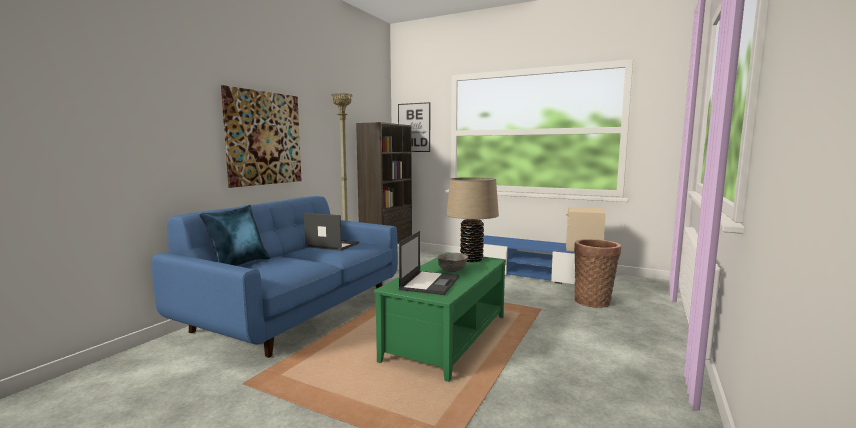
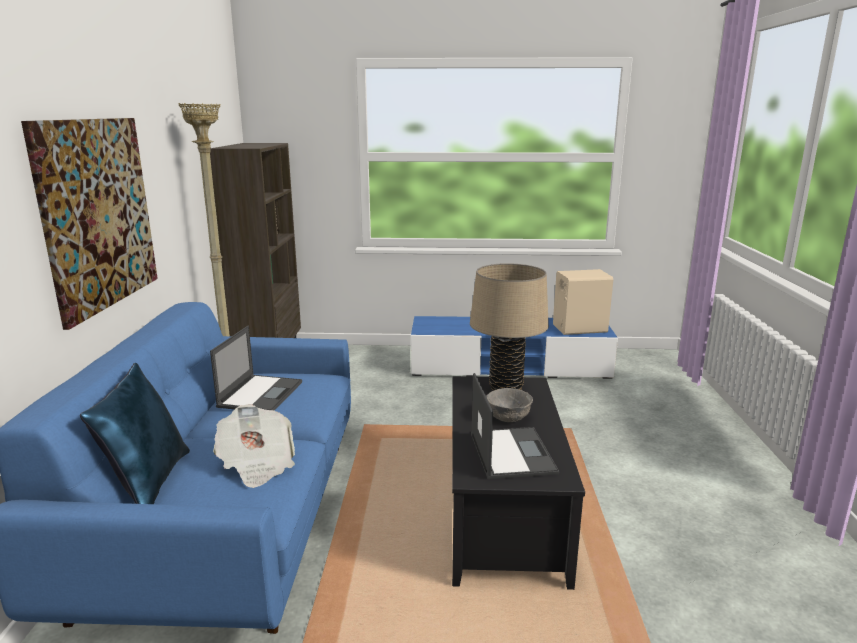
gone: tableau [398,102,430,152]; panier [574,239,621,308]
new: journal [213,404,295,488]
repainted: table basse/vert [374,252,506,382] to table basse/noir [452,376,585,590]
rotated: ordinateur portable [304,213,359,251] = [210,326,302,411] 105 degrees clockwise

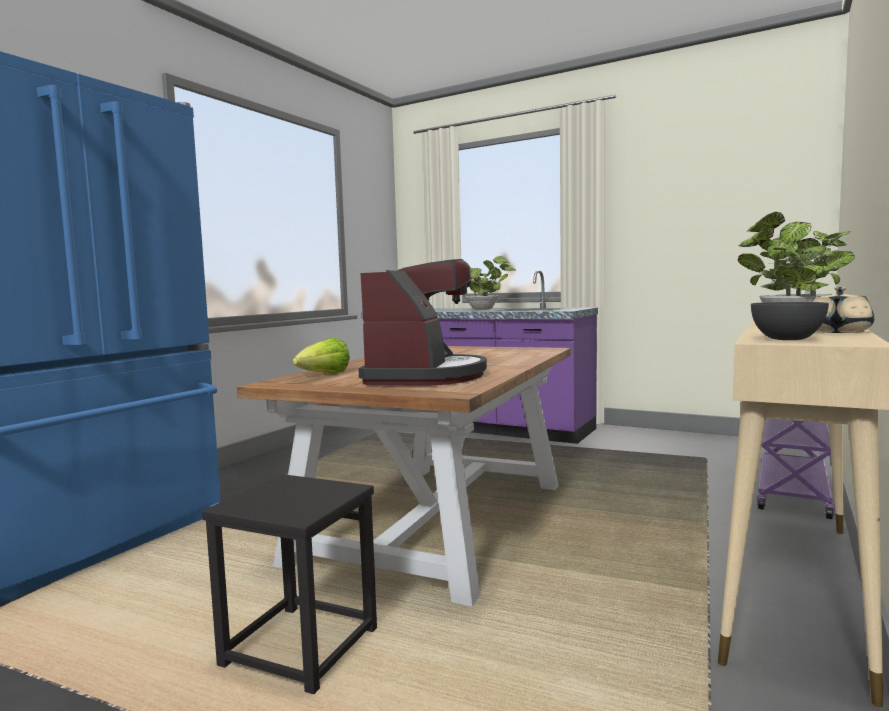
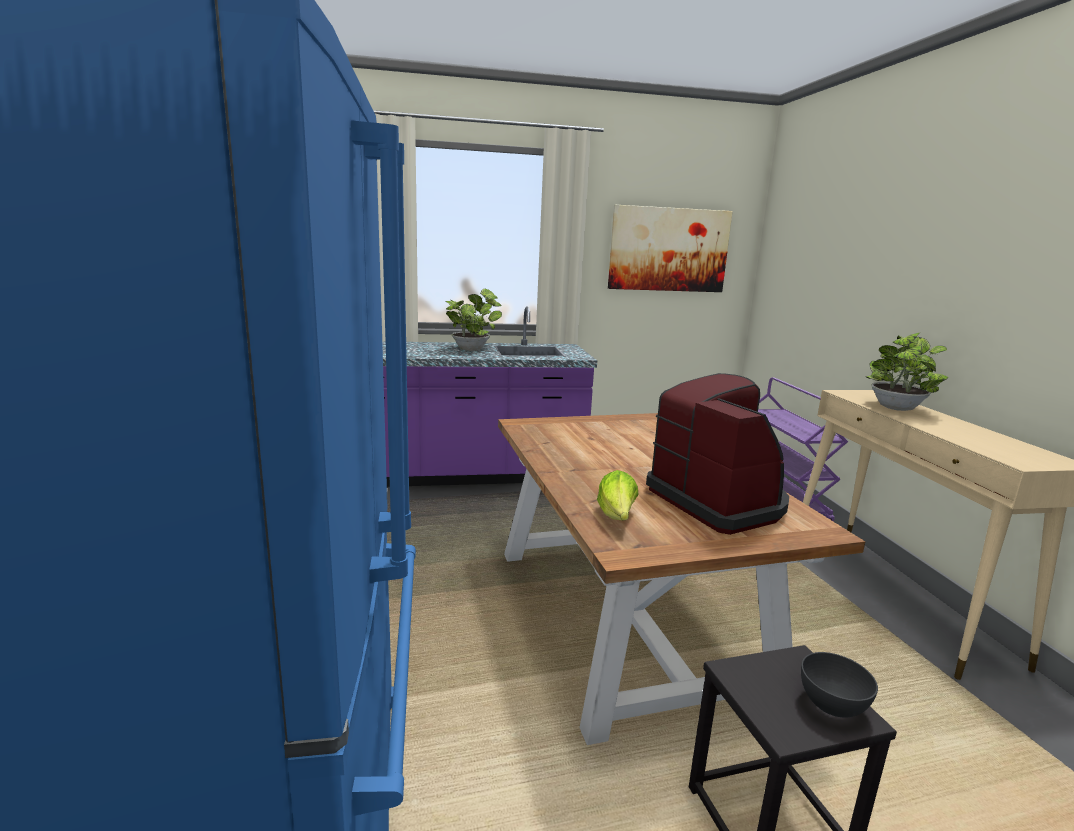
gone: théière/beige [813,287,874,333]
new: tableau [608,205,733,292]
shifted: bol/gris [751,302,829,340] to [801,652,878,718]

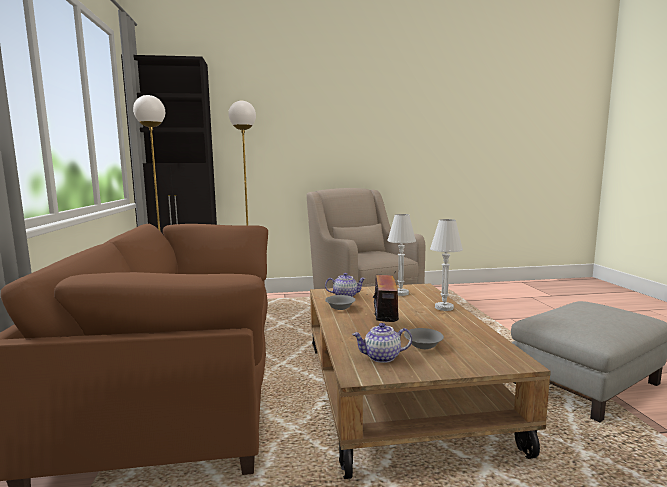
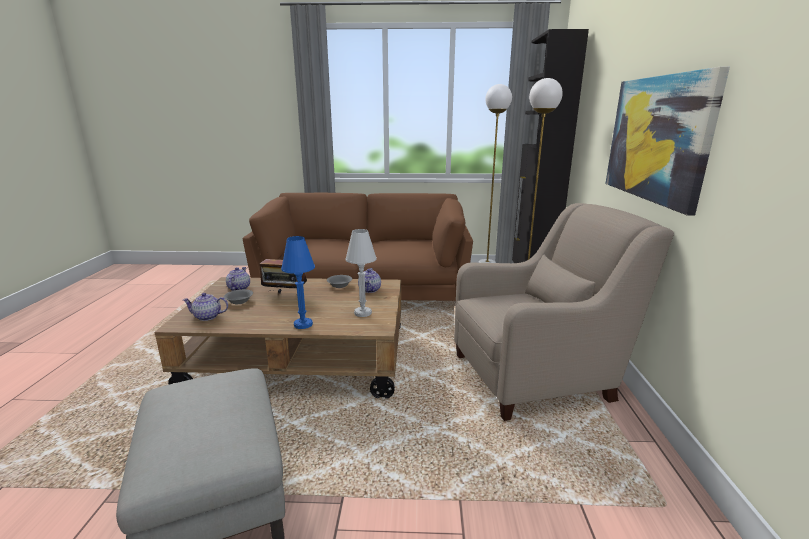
new: théière [183,293,228,321]; tableau [605,67,730,215]
repainted: lampe de table/blanc [430,219,463,311] to lampe de table/bleu [281,236,315,329]

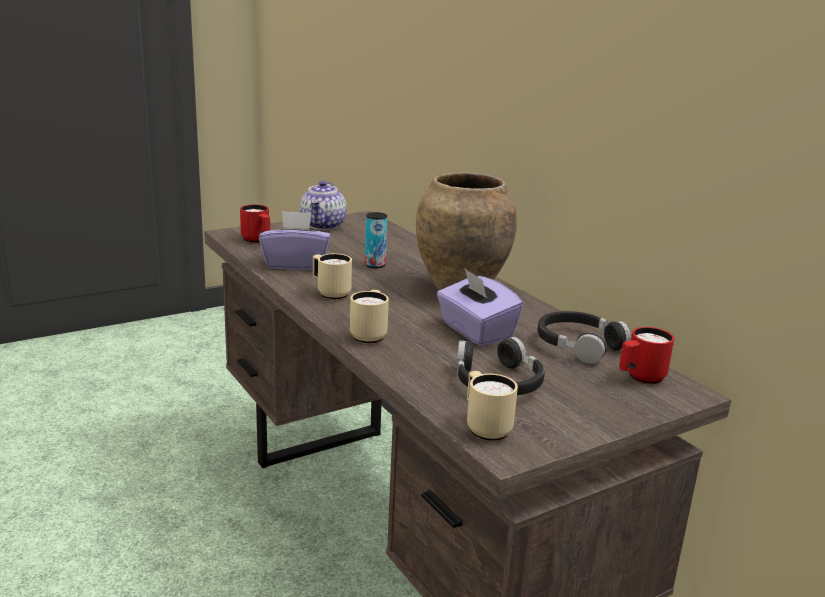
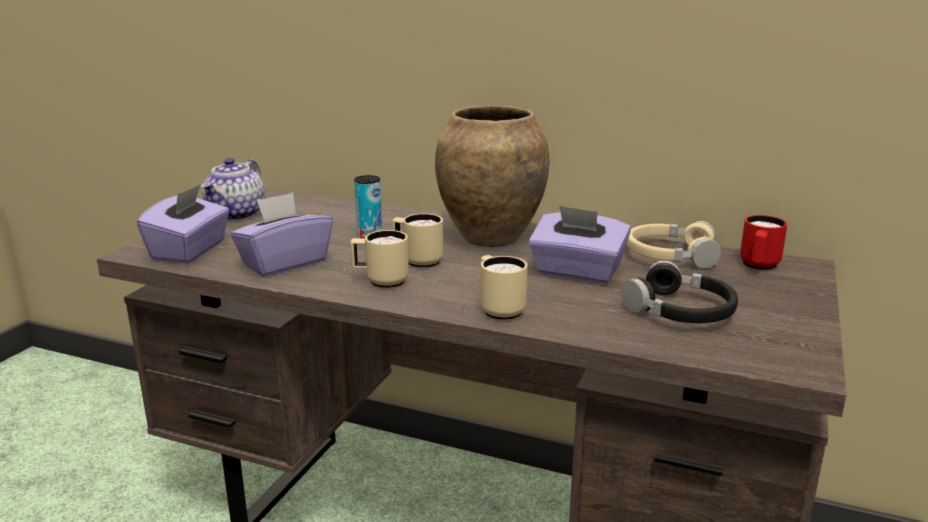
shifted: mug/beige [467,371,518,441] to [392,213,443,268]
swapped: mug/rouge [240,204,270,243] to boîte à mouchoirs/violet [137,184,229,263]
repainted: casque audio/noir [538,311,631,364] to casque audio/beige [627,221,721,269]
rotated: théière [300,181,347,230] = [201,158,265,221] 45 degrees clockwise

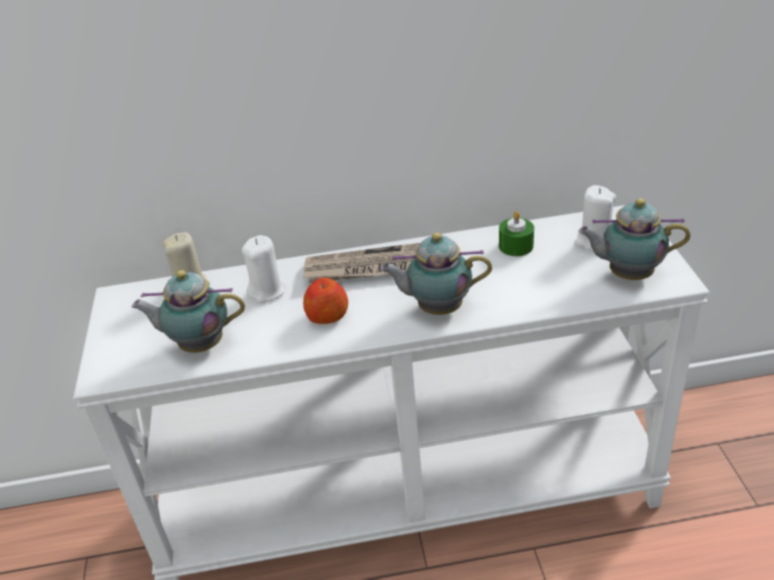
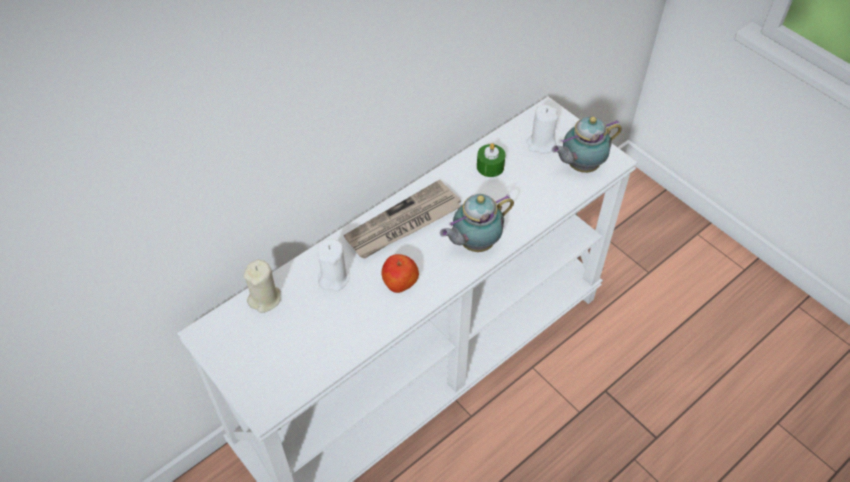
gone: théière [132,270,245,353]

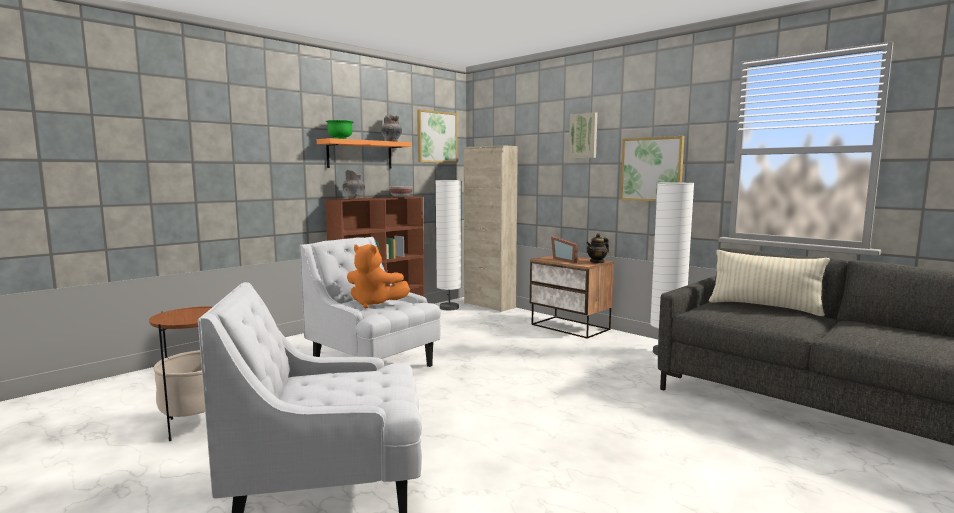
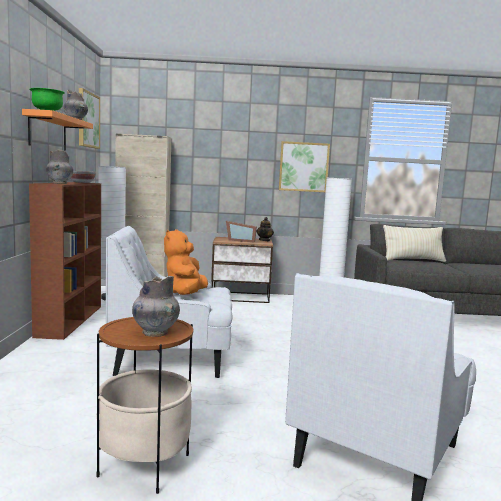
gone: tableau [569,112,597,158]
new: vase/gris [132,276,180,337]
rotated: peluche/orange [347,244,410,309] = [164,229,208,295] 120 degrees clockwise

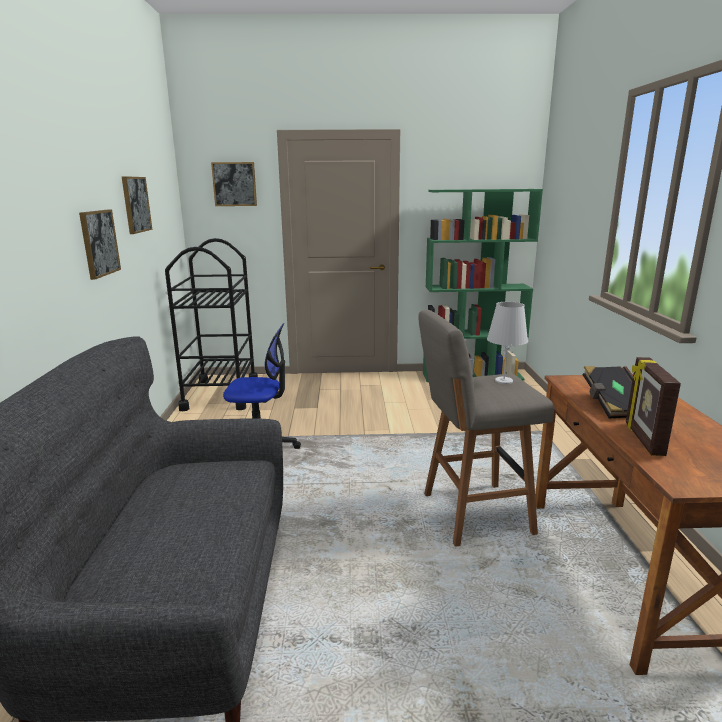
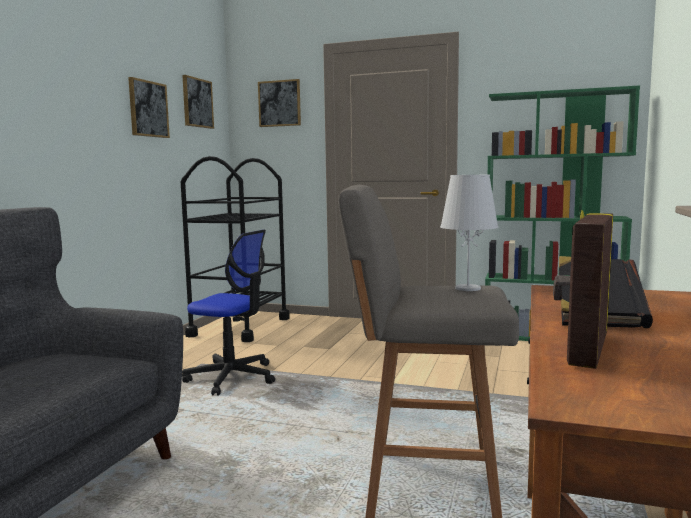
shifted: tableau [79,209,121,280] to [182,75,214,129]

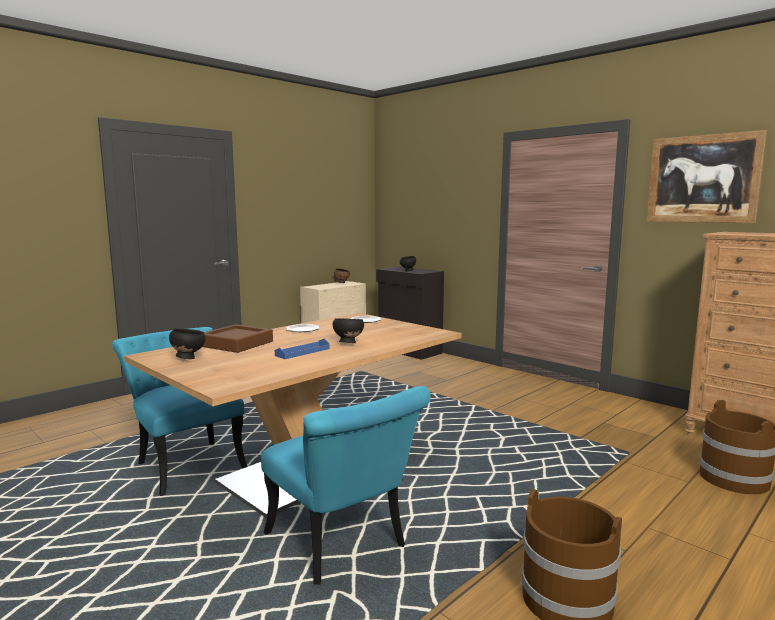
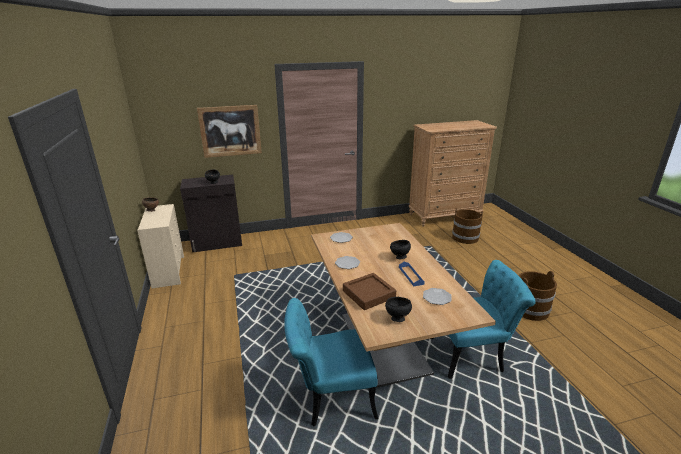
new: assiette [423,288,451,305]
shifted: tableau [646,130,767,223] to [197,105,262,158]

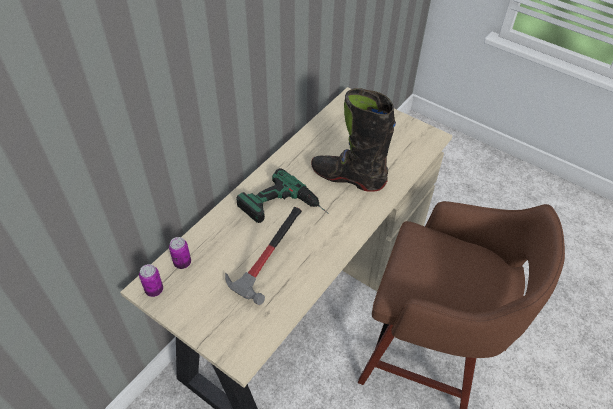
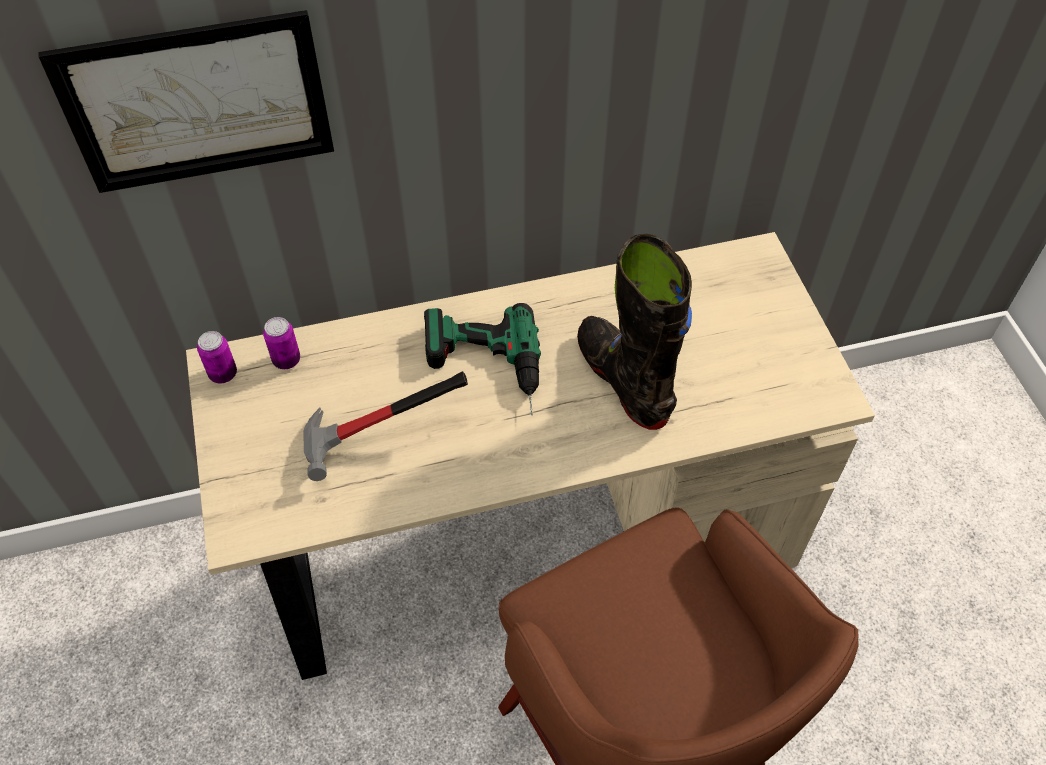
new: tableau [38,10,334,193]

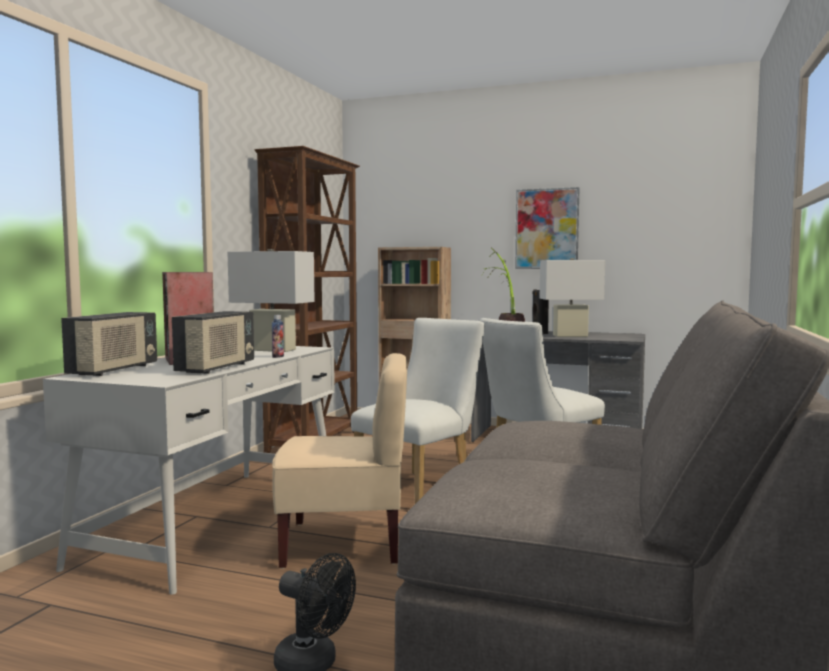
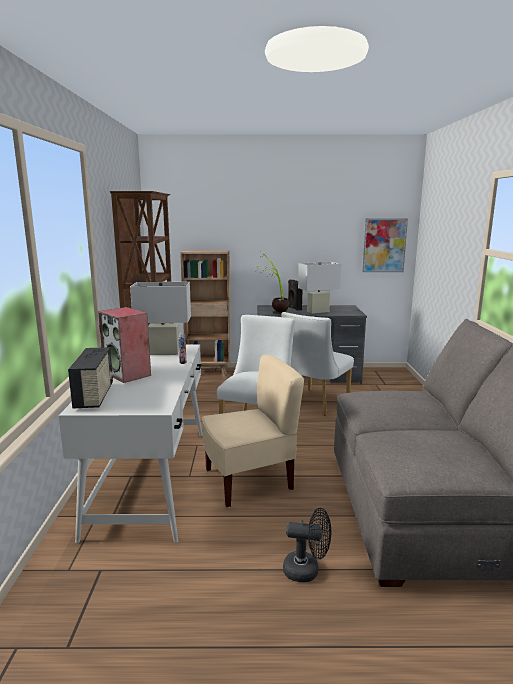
gone: radio [172,311,254,374]
shifted: tableau [515,187,579,269] to [362,218,408,272]

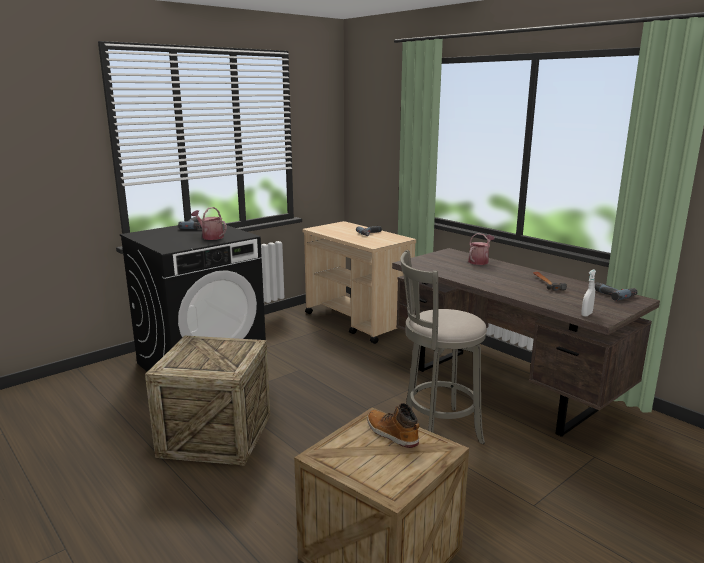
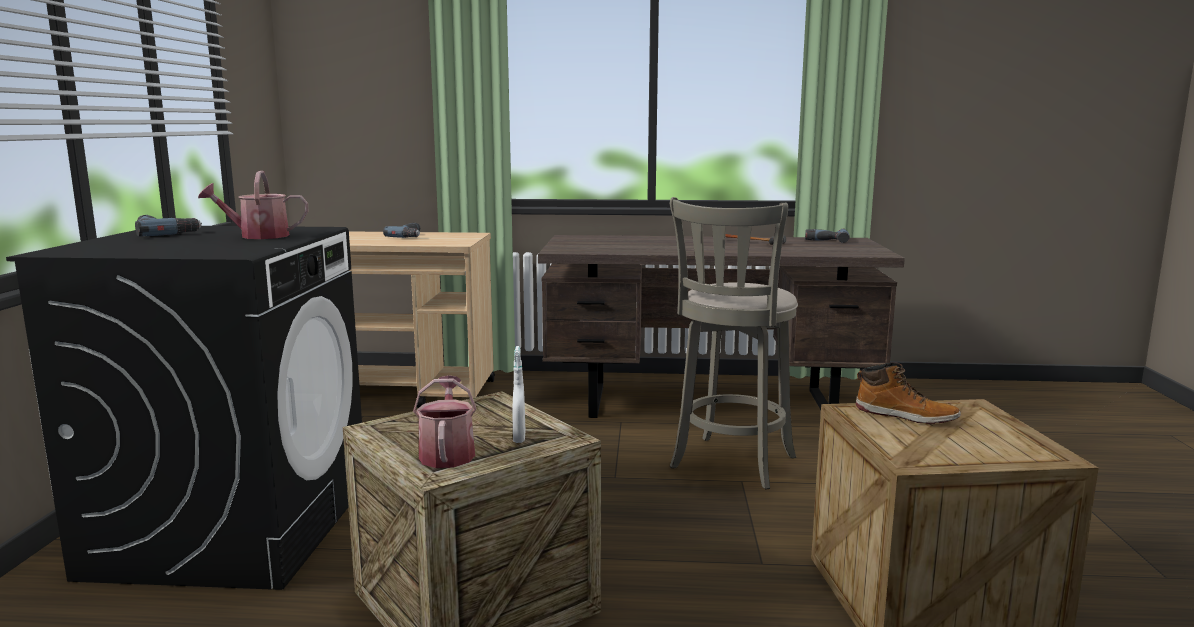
shifted: arrosoir [468,233,495,265] to [413,375,476,468]; vaporisateur/blanc [581,269,596,317] to [513,346,525,443]
rotated: botte [367,403,420,448] = [856,362,961,424] 150 degrees counterclockwise

